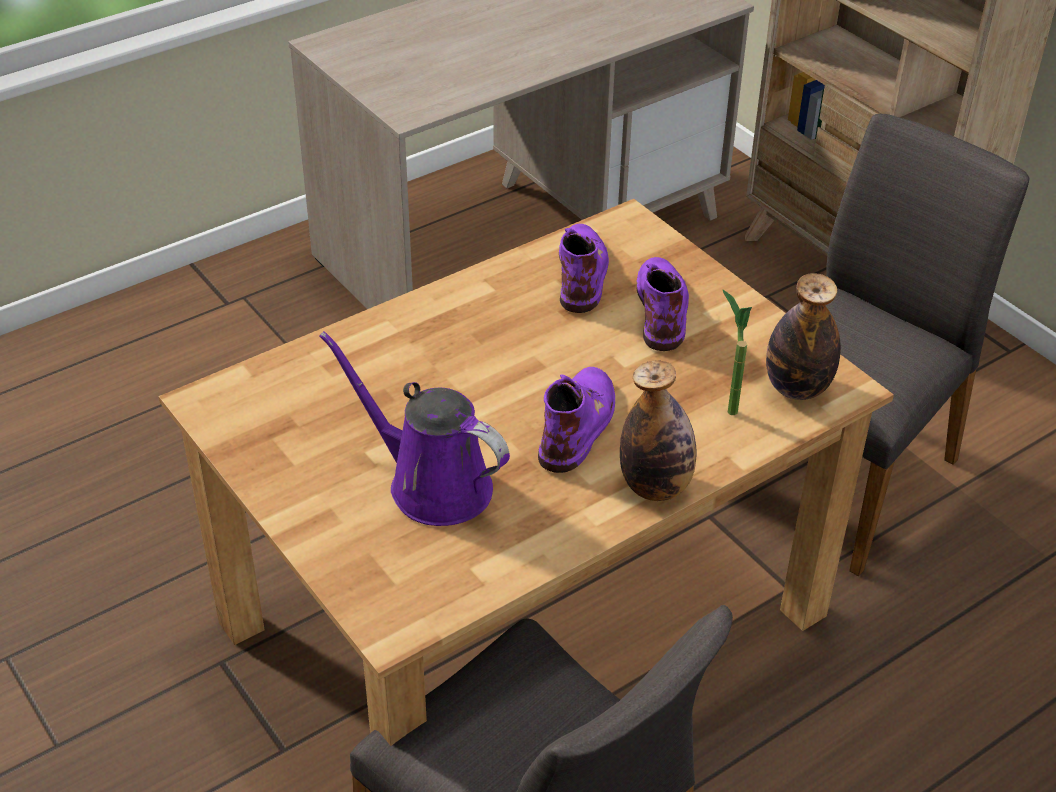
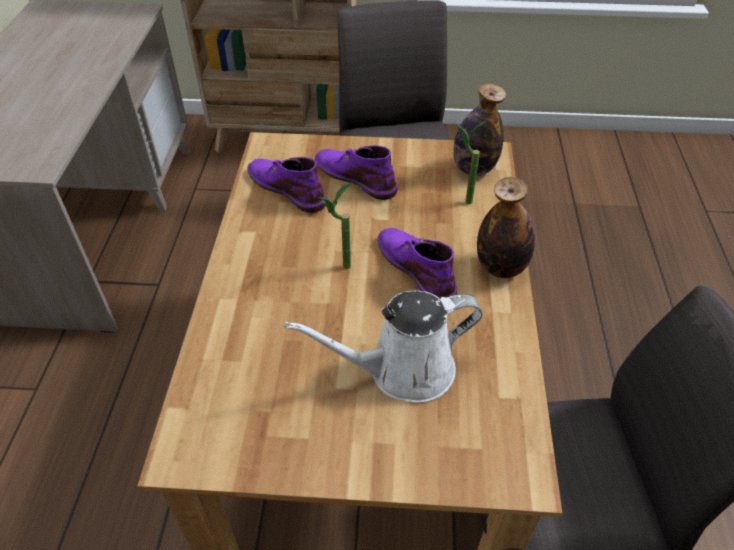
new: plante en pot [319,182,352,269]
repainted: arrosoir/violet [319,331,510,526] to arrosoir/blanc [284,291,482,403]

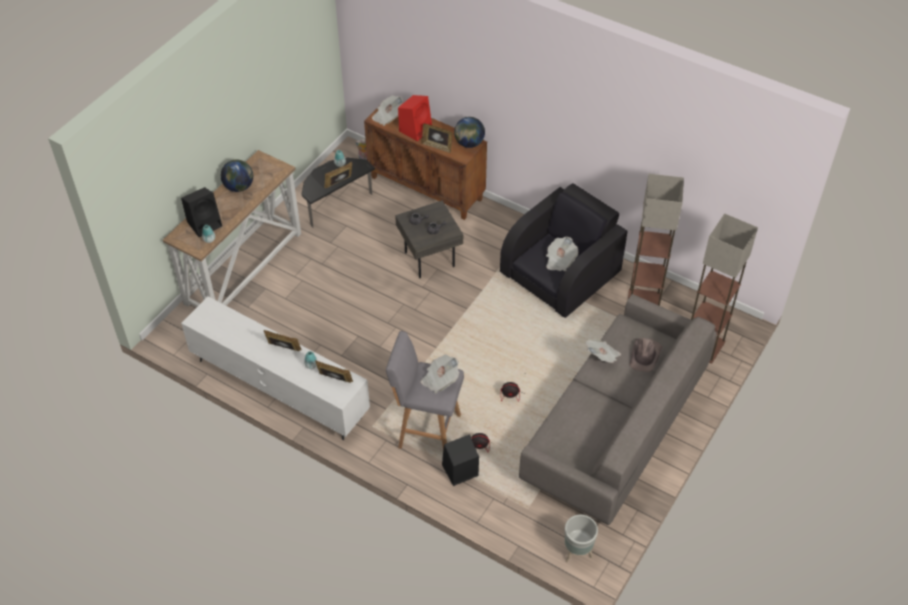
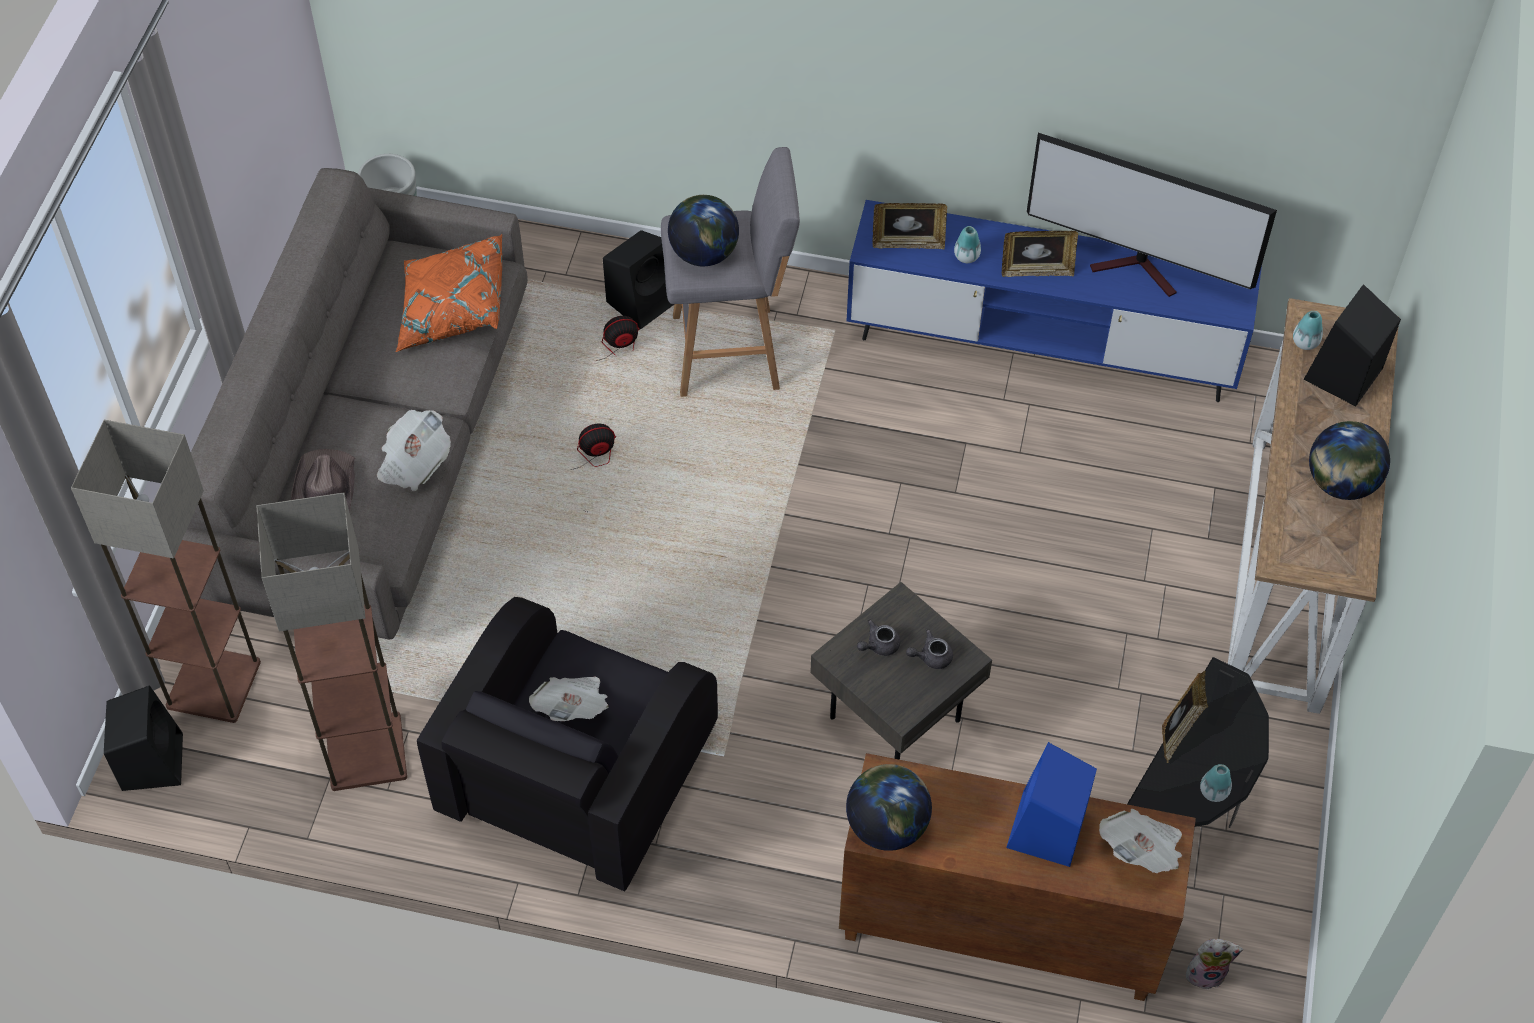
gone: cadre photo [422,124,452,153]
new: enceinte/noir [104,685,183,791]; coussin/orange [396,234,502,352]; téléviseur [1027,133,1277,297]
swapped: journal [421,354,459,393] to globe [668,195,739,266]
repainted: meuble télé/blanc [181,297,370,440] to meuble télé/bleu [847,200,1262,402]; enceinte/rouge [398,95,432,141] to enceinte/bleu [1006,742,1097,867]

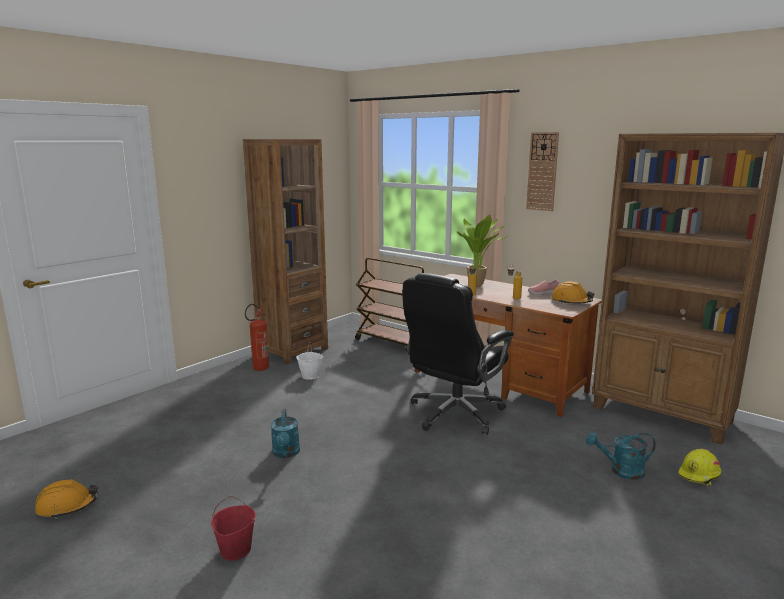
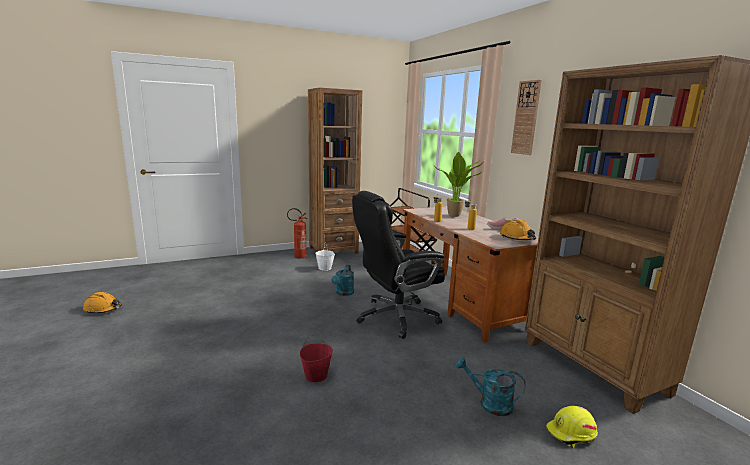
shifted: seau/rouge [211,496,256,561] to [300,334,333,382]; arrosoir/turquoise [271,409,300,458] to [331,265,354,296]

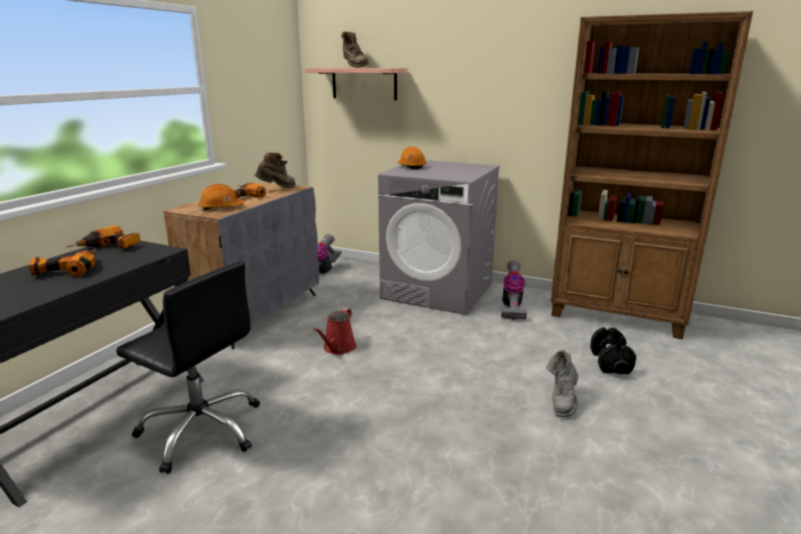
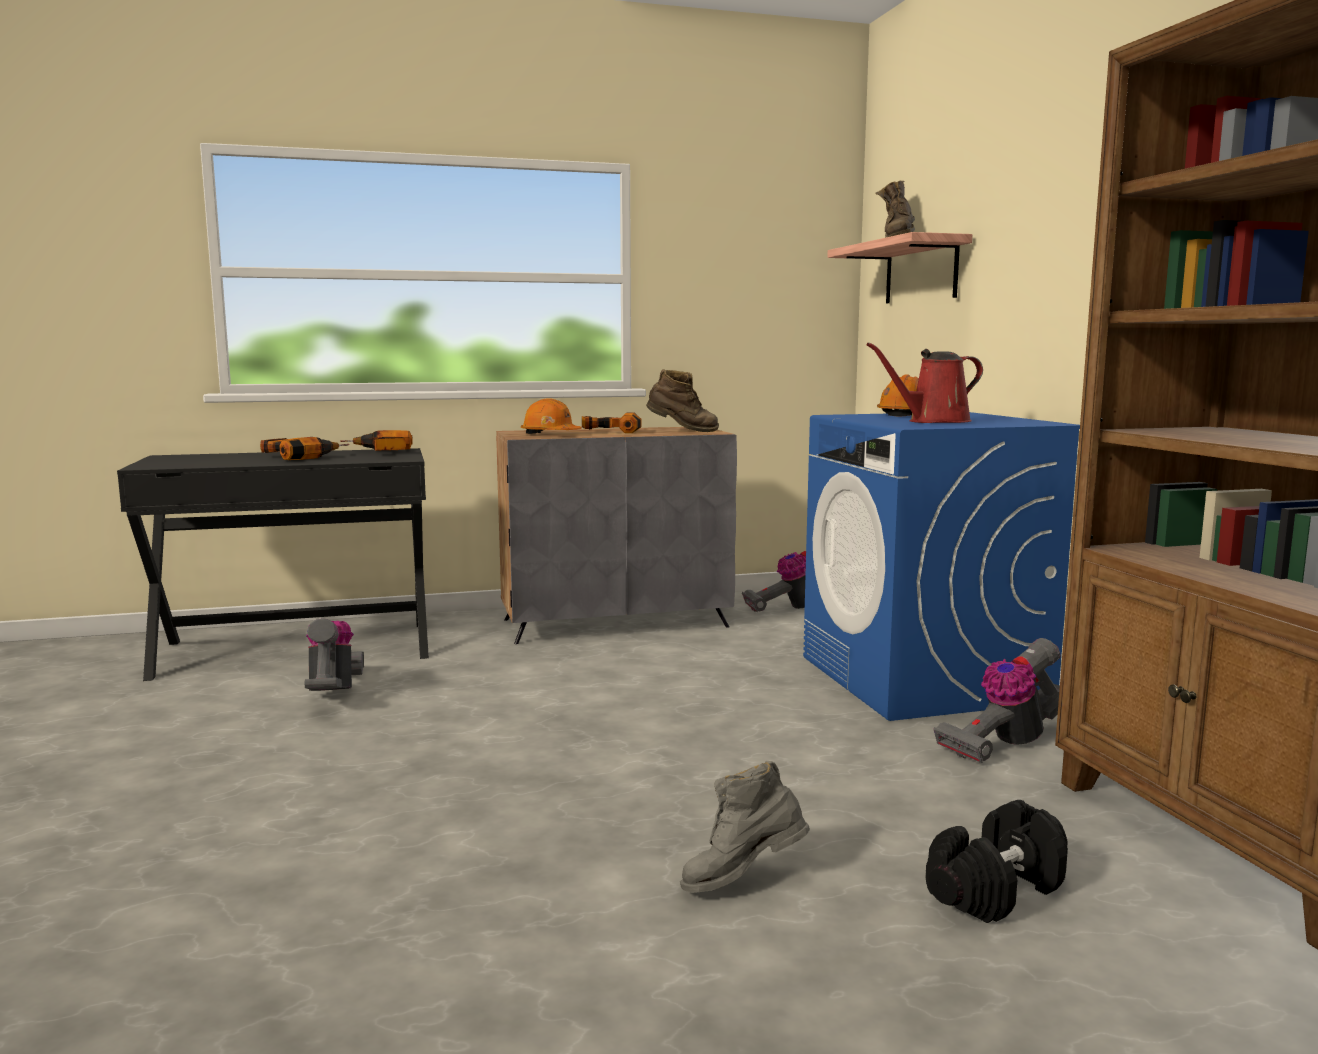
shifted: arrosoir/rouge [313,308,356,355] to [867,343,983,423]
swapped: chaise de bureau/noir [116,261,260,474] to aspirateur [305,618,364,691]
repainted: lave-linge/gris [378,160,500,315] to lave-linge/bleu [803,412,1080,721]

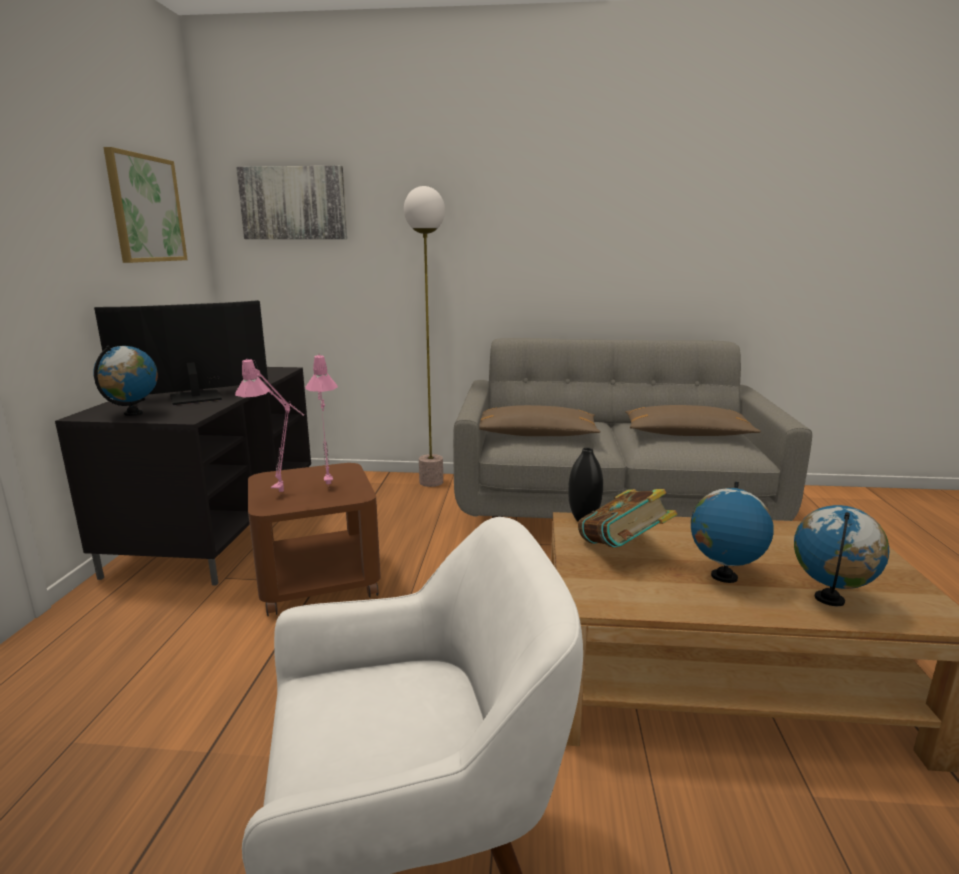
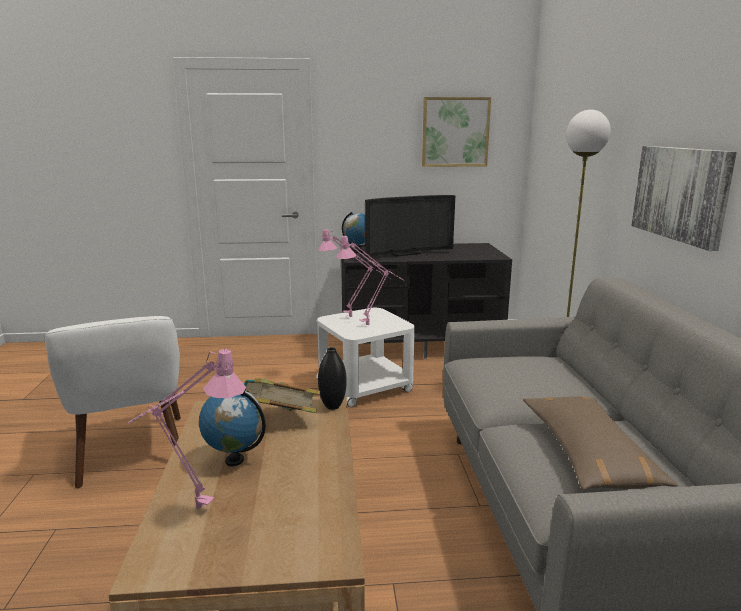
gone: coussin/marron [479,405,600,436]
shifted: tableau [236,166,347,239] to [631,146,737,251]
swapped: globe [794,505,890,606] to lampe de table/rose [128,348,246,509]
repainted: table d'appoint/marron [248,463,381,616] to table d'appoint/blanc [316,308,415,407]
rotated: téléviseur [94,300,268,405] = [365,195,455,258] 105 degrees clockwise

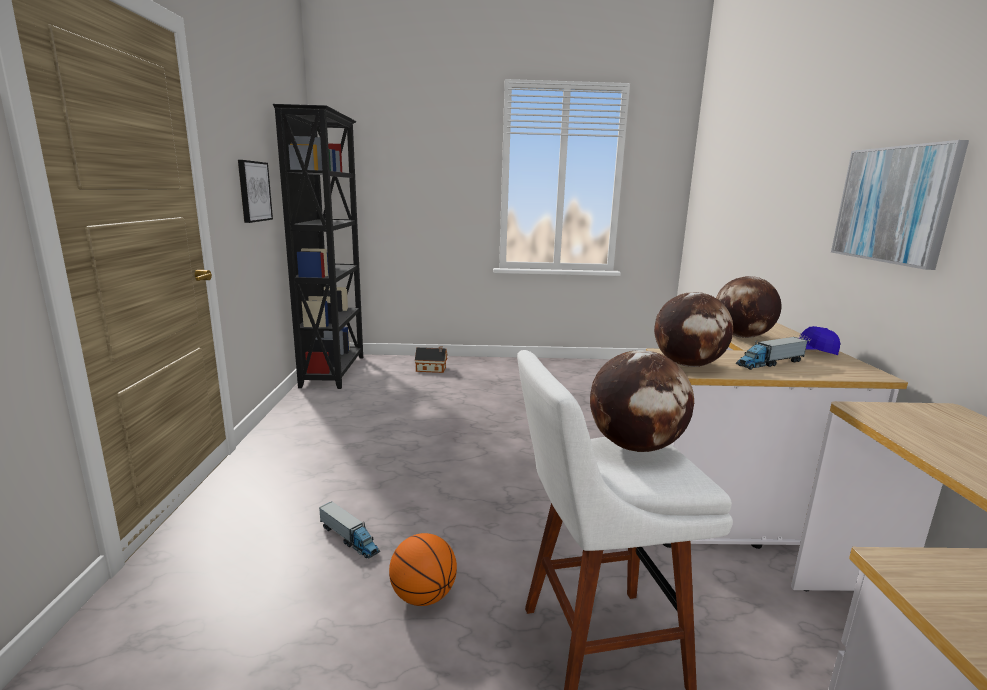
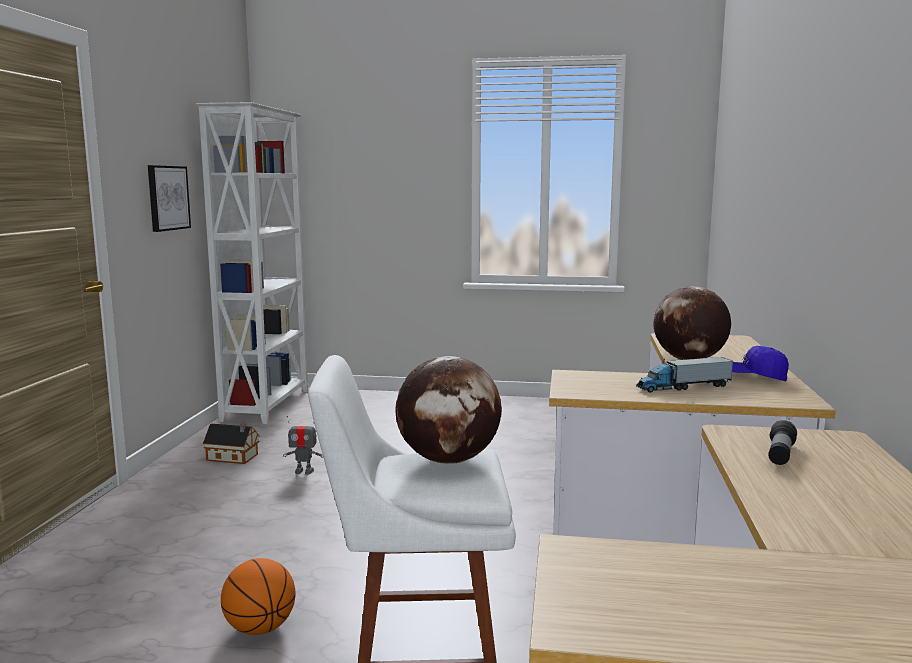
gone: camion jouet [319,501,380,559]; globe [654,292,733,367]; tableau [831,140,969,270]
new: robot jouet [283,416,323,475]; lampe de poche [768,420,797,465]
shifted: maison miniature [415,346,448,373] to [203,423,260,464]
repainted: bibliothèque/noir [273,104,363,389] to bibliothèque/blanc [196,102,308,424]

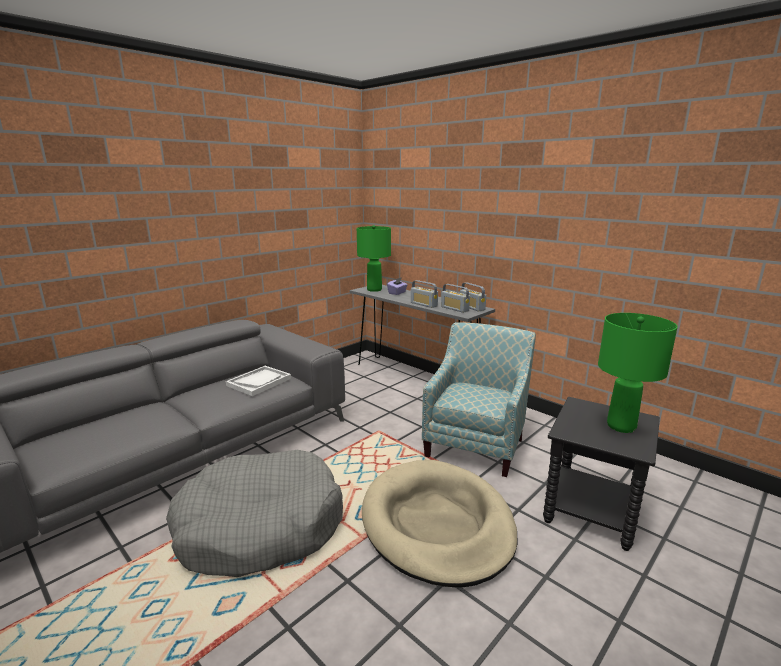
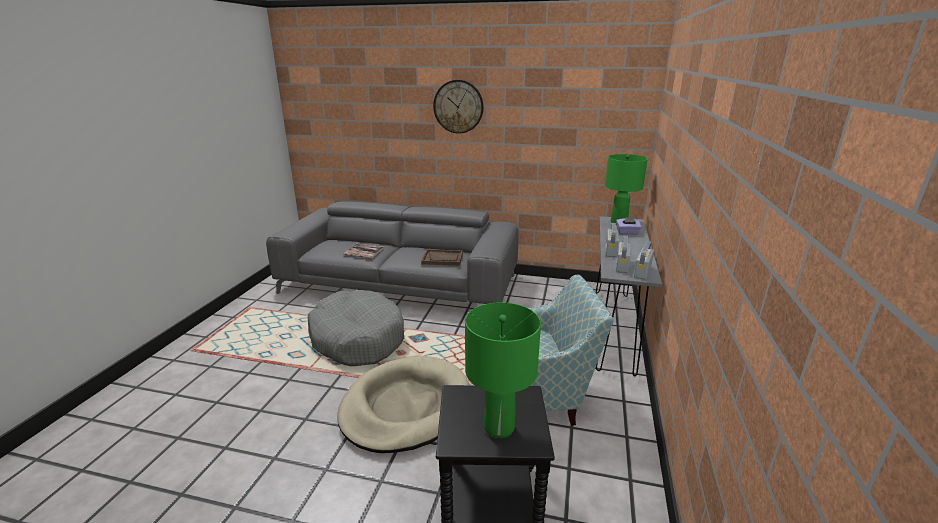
new: livre [343,244,383,258]; horloge murale [433,80,483,134]
repainted: plateau/blanc [226,366,291,396] to plateau/marron [421,249,463,266]

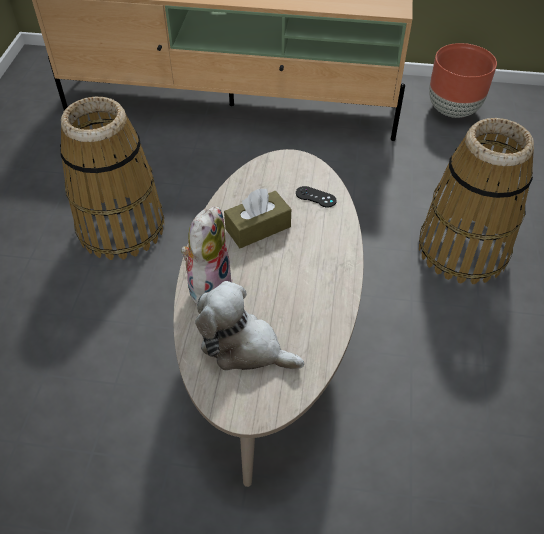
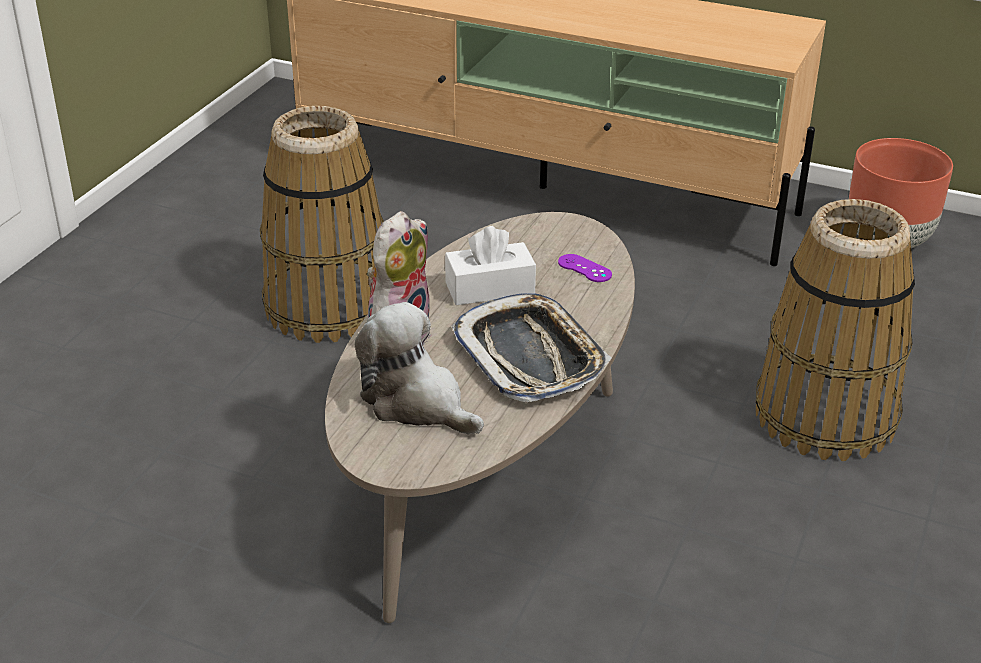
new: plateau [451,293,611,402]
repainted: boîte à mouchoirs/marron [224,189,291,248] to boîte à mouchoirs/blanc [445,226,536,305]; manette/noir [296,186,337,207] to manette/violet [558,254,612,282]

